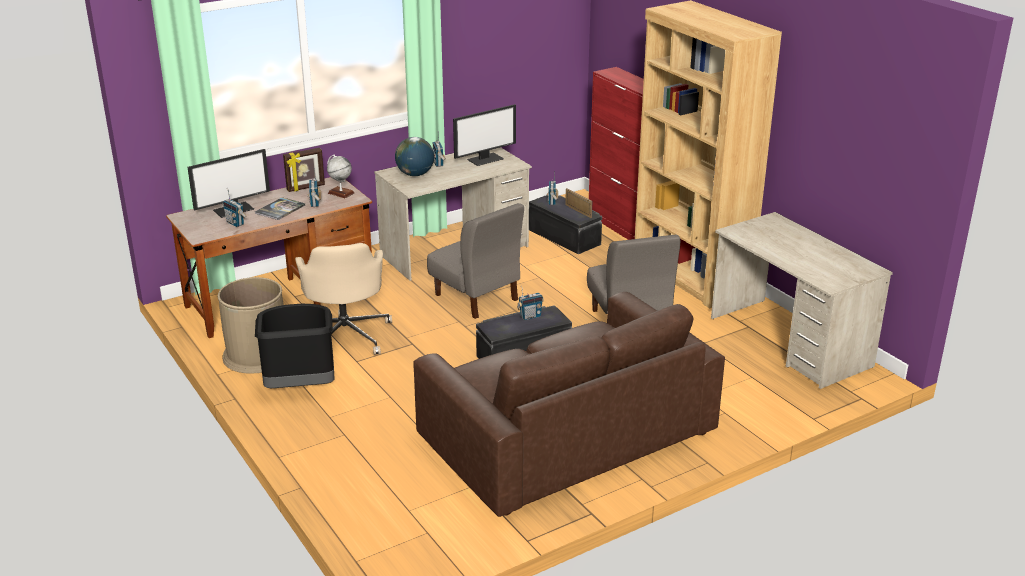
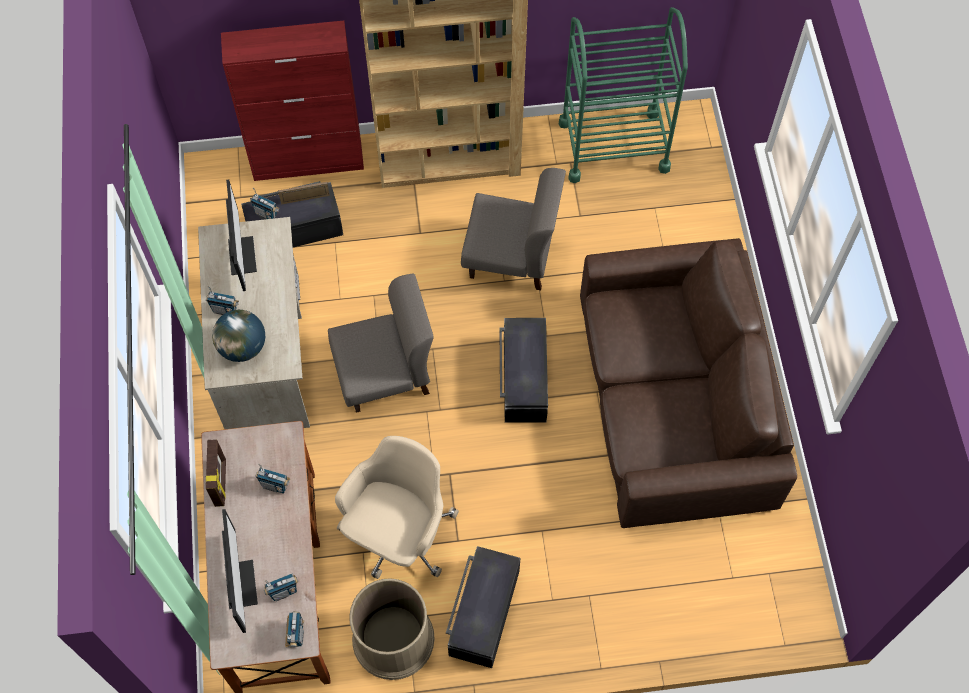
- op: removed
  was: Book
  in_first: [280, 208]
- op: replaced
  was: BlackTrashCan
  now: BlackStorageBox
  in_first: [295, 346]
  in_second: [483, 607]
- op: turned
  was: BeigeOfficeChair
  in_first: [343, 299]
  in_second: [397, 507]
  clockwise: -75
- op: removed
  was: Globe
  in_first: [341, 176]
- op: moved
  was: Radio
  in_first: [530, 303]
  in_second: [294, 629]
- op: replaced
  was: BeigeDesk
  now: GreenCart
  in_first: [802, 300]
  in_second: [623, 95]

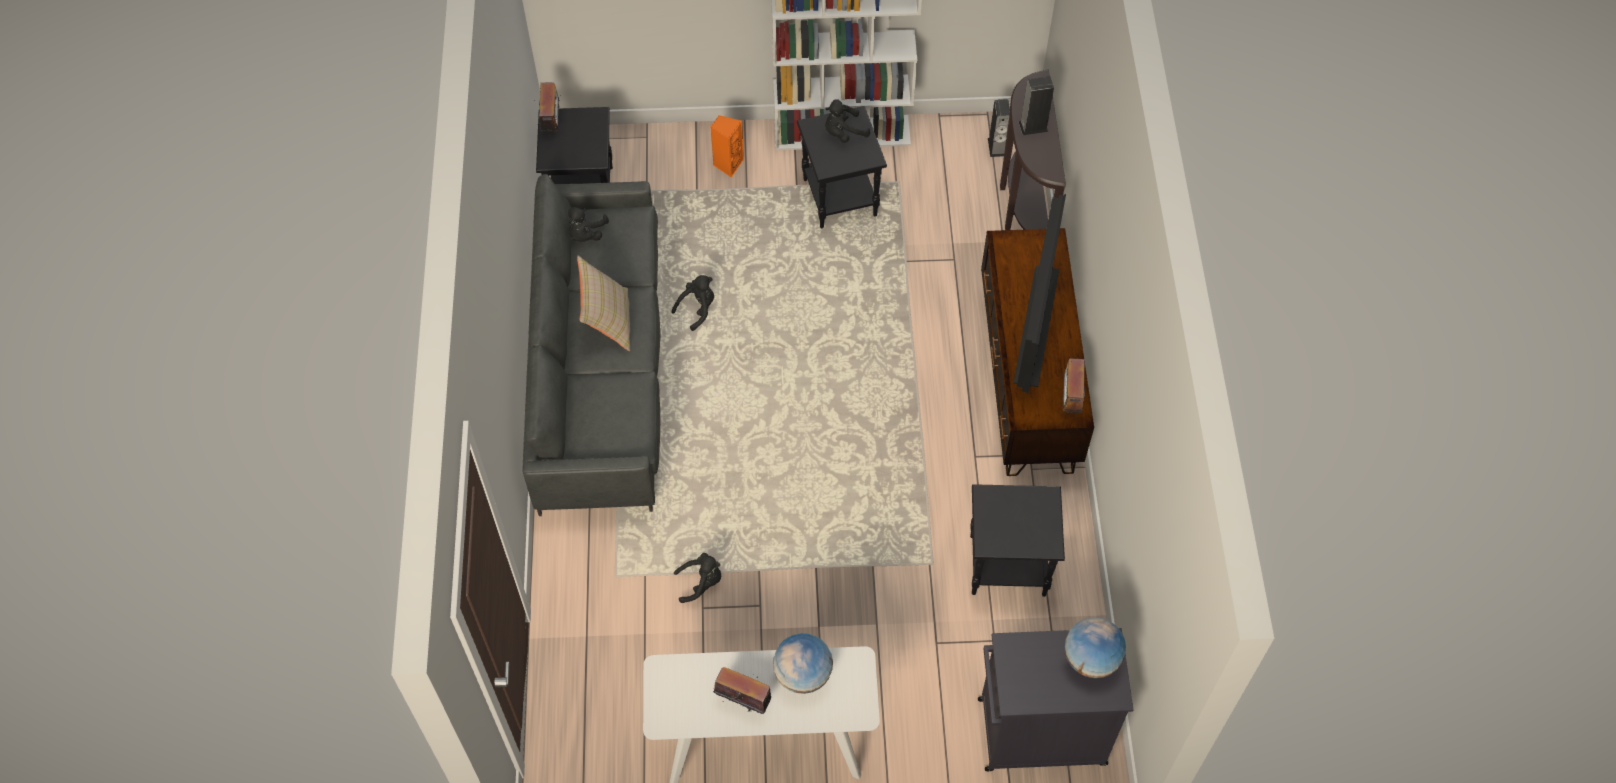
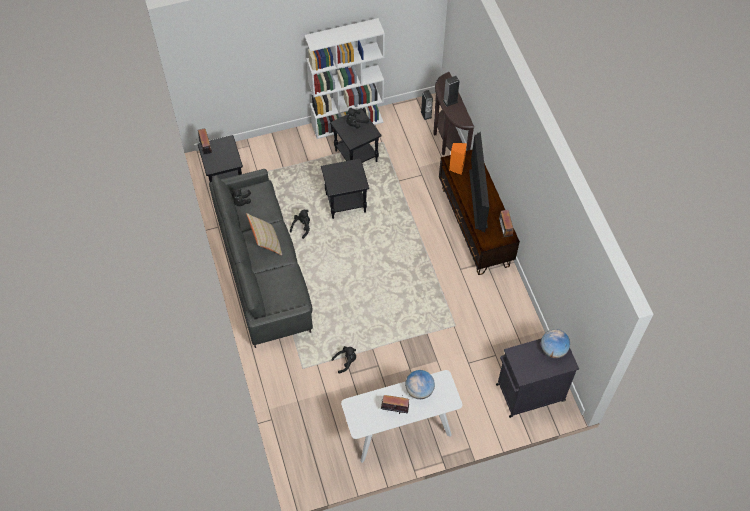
- op: moved
  was: OrangeSpeaker
  in_first: [727, 146]
  in_second: [458, 159]
- op: moved
  was: BlackSideTable
  in_first: [1017, 540]
  in_second: [345, 188]

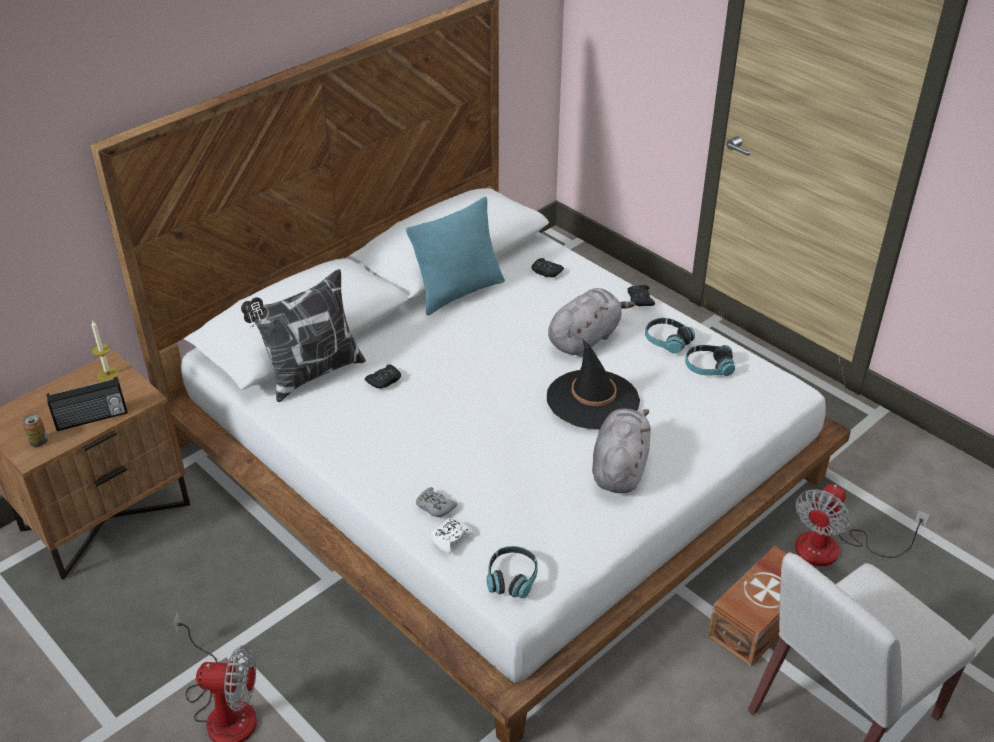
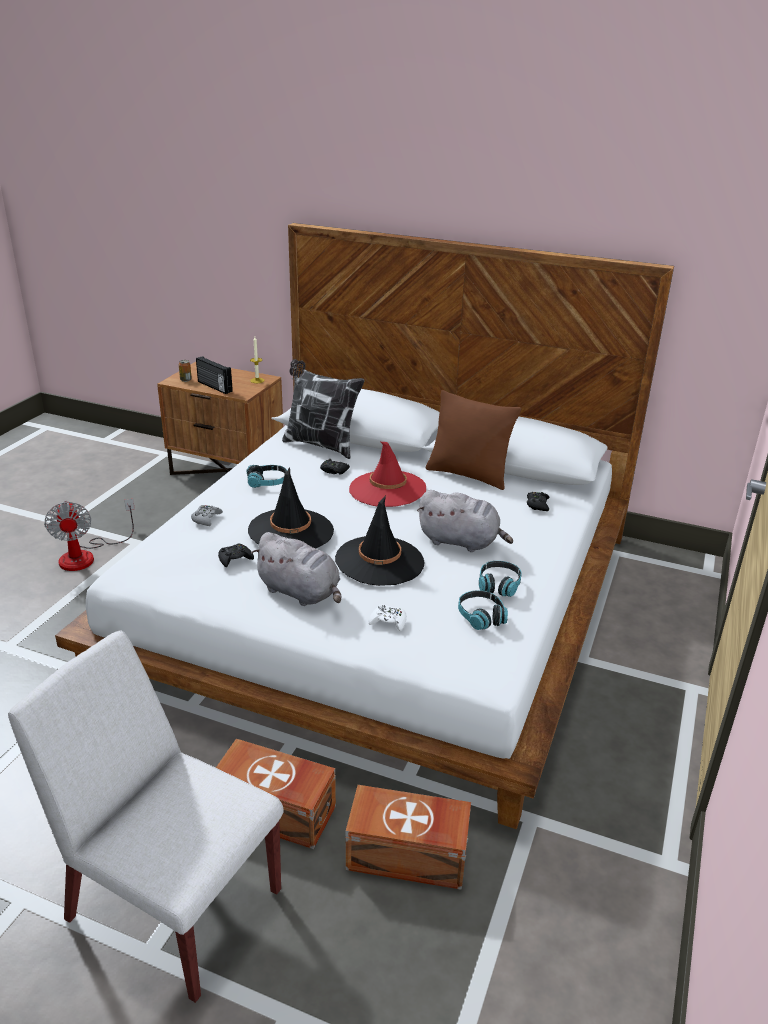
- op: recoloured
  was: TurquoisePillow
  now: BrownPillow
  in_first: [455, 256]
  in_second: [473, 440]
- op: moved
  was: WhiteGameController
  in_first: [452, 536]
  in_second: [387, 617]
- op: moved
  was: Headphones
  in_first: [512, 572]
  in_second: [267, 476]
- op: turned
  was: GreyPlushToy
  in_first: [621, 451]
  in_second: [296, 569]
  clockwise: 45
- op: moved
  was: BlackGameController
  in_first: [641, 295]
  in_second: [236, 555]
- op: replaced
  was: Fan
  now: BrownStorageBox
  in_first: [862, 525]
  in_second: [408, 837]
- op: added
  now: BlackHat
  in_second: [291, 508]
- op: added
  now: RedHat
  in_second: [387, 474]

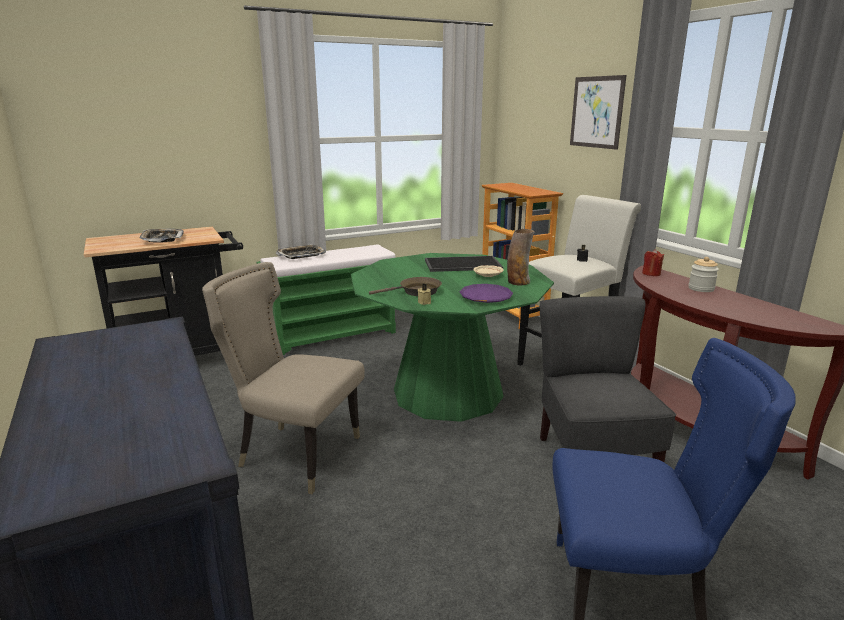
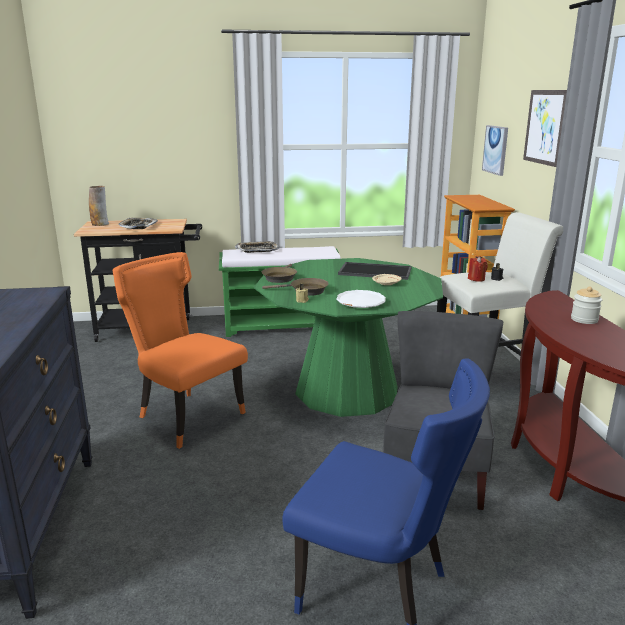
- op: recoloured
  was: BeigeChair
  now: OrangeChair
  in_first: [283, 378]
  in_second: [180, 350]
- op: recoloured
  was: PurplePlate
  now: WhitePlate
  in_first: [486, 293]
  in_second: [361, 299]
- op: moved
  was: Vase
  in_first: [521, 257]
  in_second: [99, 206]
- op: moved
  was: RedCandle
  in_first: [653, 262]
  in_second: [478, 269]
- op: added
  now: BrownFryingPan
  in_second: [279, 273]
- op: added
  now: Picture
  in_second: [495, 150]

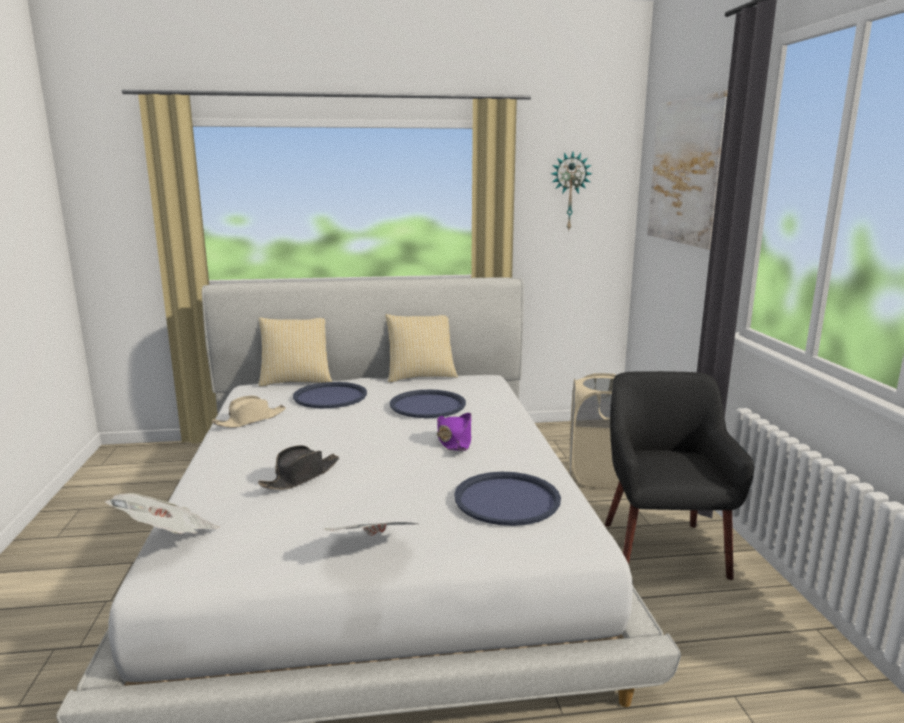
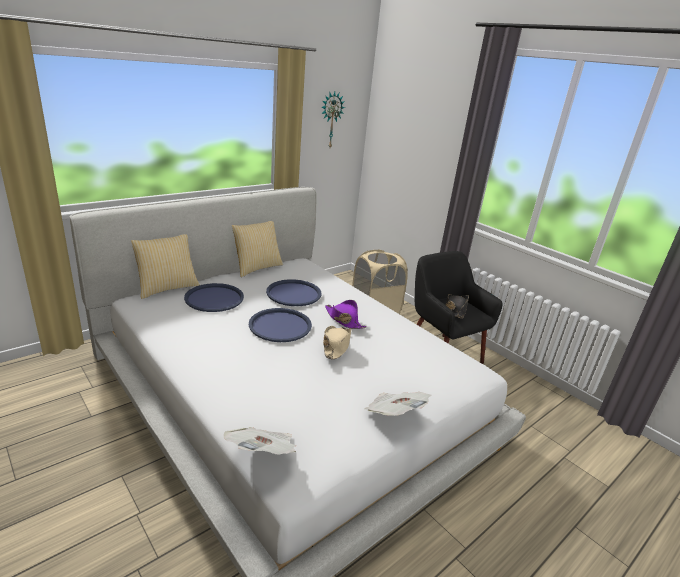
- op: moved
  was: BeigeHat
  in_first: [249, 412]
  in_second: [337, 342]
- op: moved
  was: BlackHat
  in_first: [298, 467]
  in_second: [457, 306]
- op: moved
  was: BlueTray
  in_first: [507, 499]
  in_second: [280, 325]
- op: removed
  was: Picture
  in_first: [687, 170]

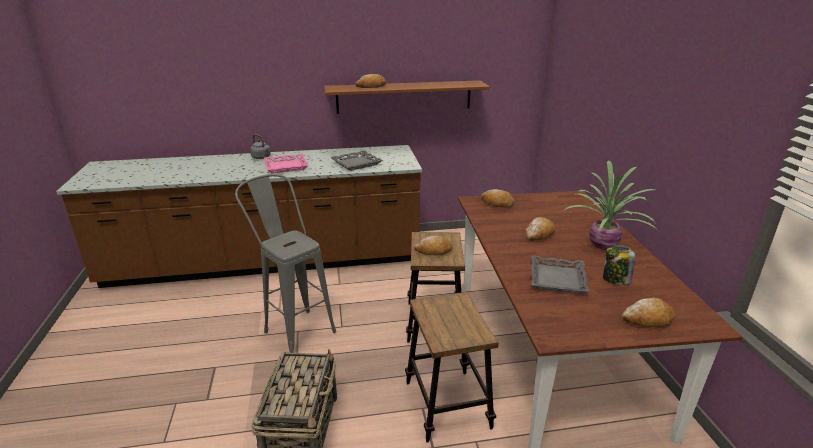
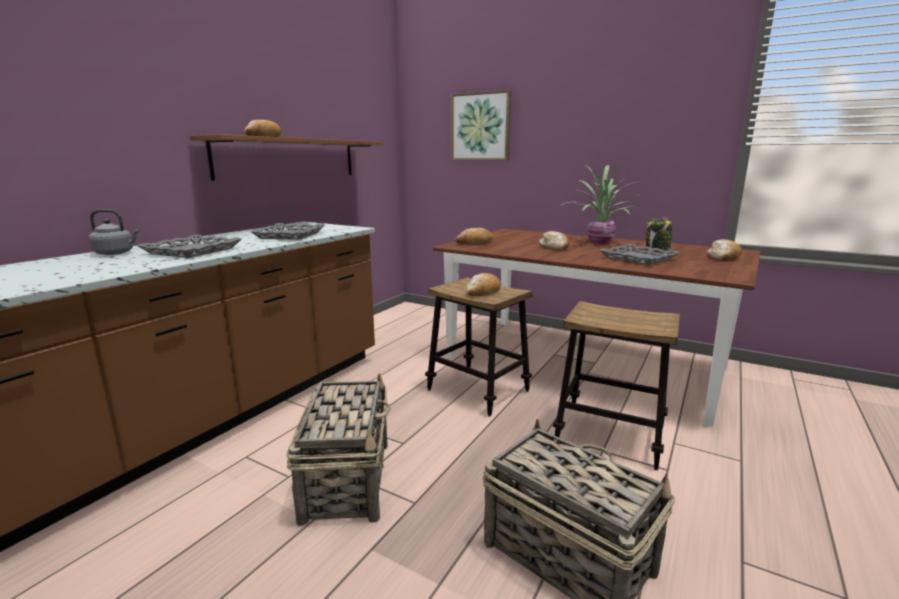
- op: replaced
  was: GreyStool
  now: Basket
  in_first: [285, 263]
  in_second: [338, 449]
- op: recoloured
  was: PinkTray
  now: GreyTray
  in_first: [286, 163]
  in_second: [189, 246]
- op: added
  now: Picture
  in_second: [481, 125]

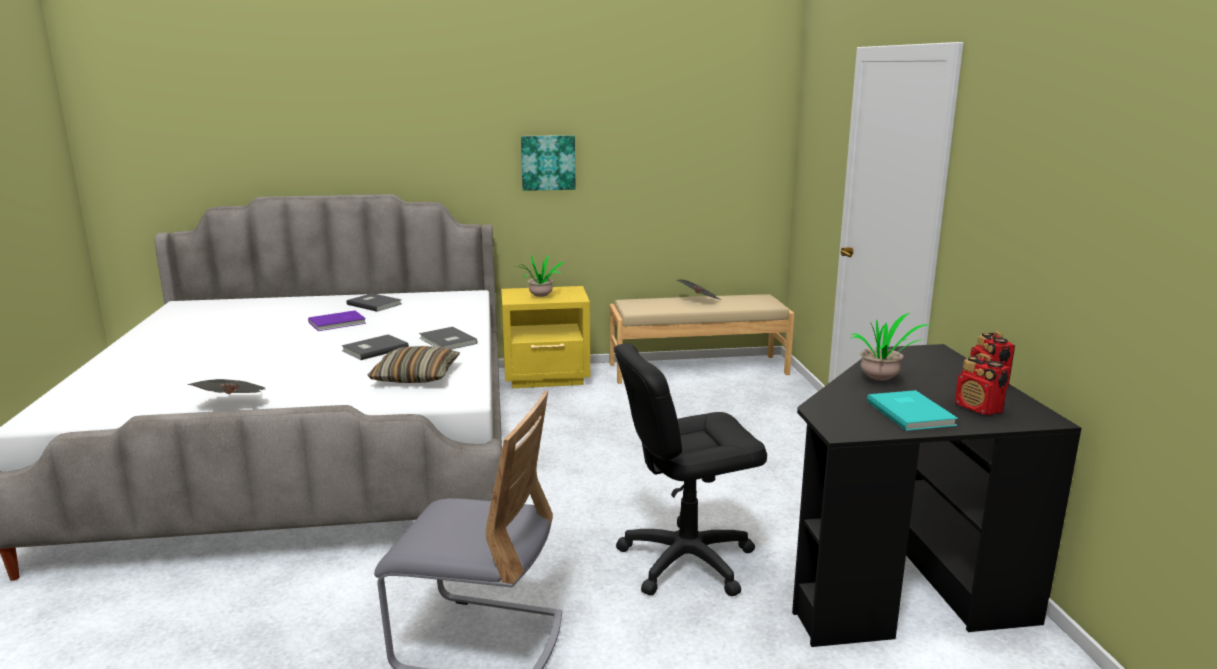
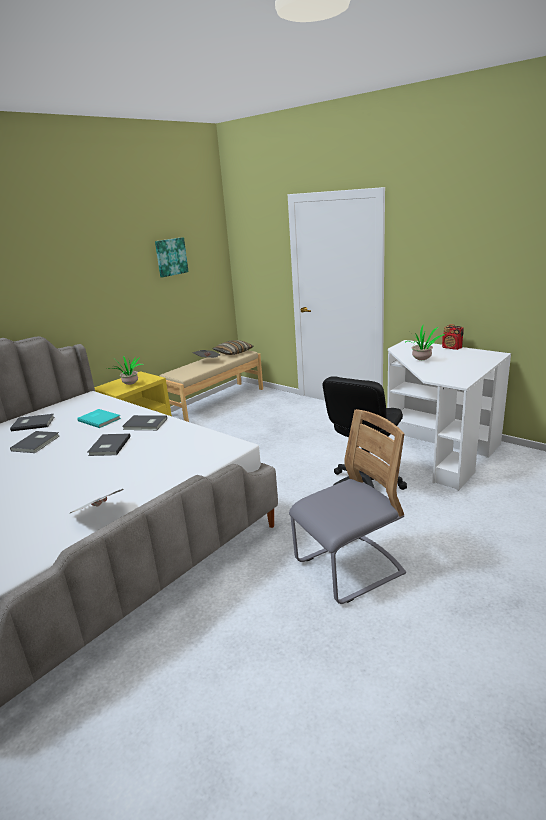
- op: recoloured
  was: PurpleBook
  now: GreyBook
  in_first: [337, 320]
  in_second: [34, 442]
- op: moved
  was: Pillow
  in_first: [414, 364]
  in_second: [233, 347]
- op: moved
  was: Picture
  in_first: [548, 163]
  in_second: [172, 257]
- op: recoloured
  was: BlackDesk
  now: WhiteDesk
  in_first: [936, 495]
  in_second: [449, 415]
- op: moved
  was: TurquoiseBook
  in_first: [912, 410]
  in_second: [99, 418]
- op: removed
  was: Radio
  in_first: [982, 384]

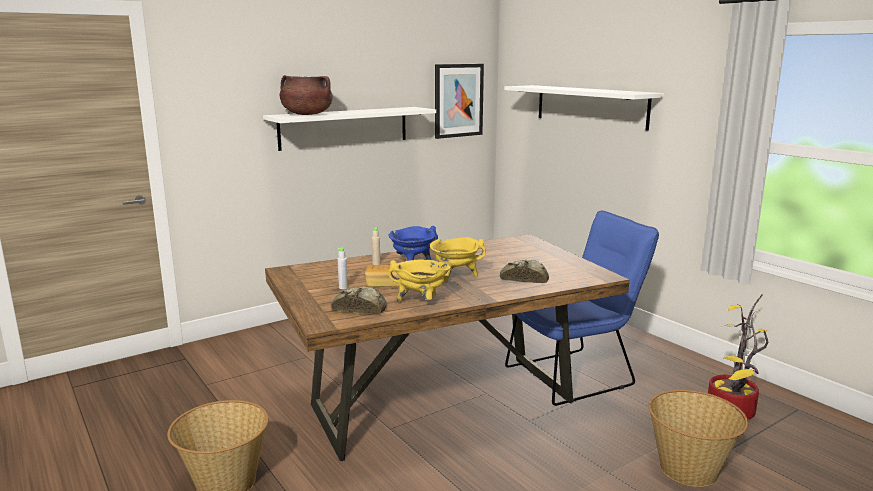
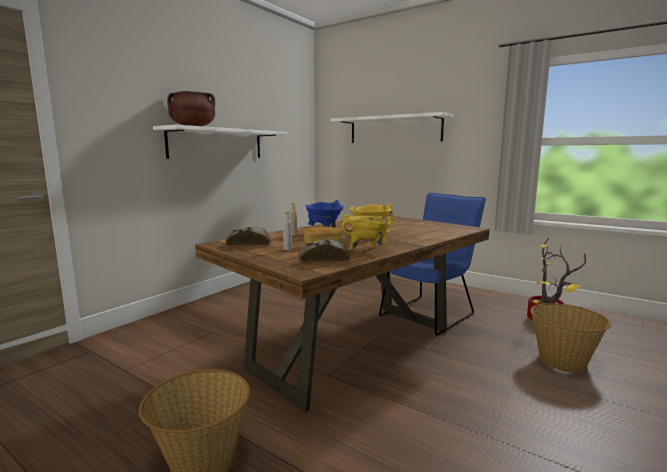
- op: removed
  was: Picture
  in_first: [459, 101]
- op: moved
  was: Bread
  in_first: [524, 271]
  in_second: [248, 236]

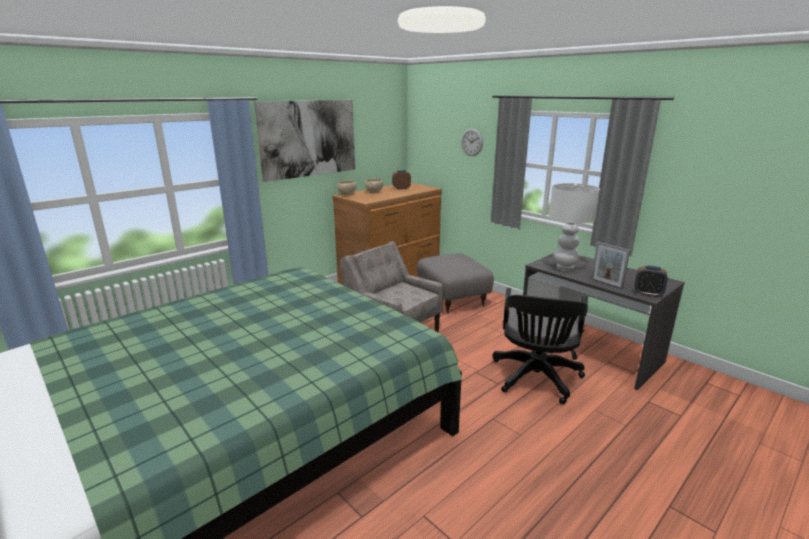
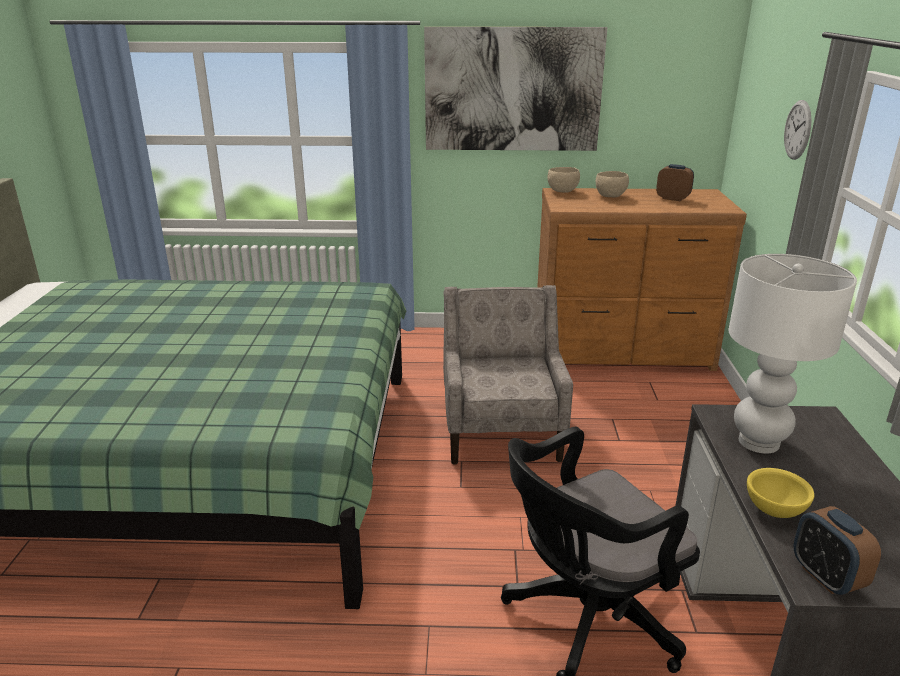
- op: removed
  was: GreyOttoman
  in_first: [455, 283]
- op: replaced
  was: PictureFrame
  now: YellowBowl
  in_first: [610, 265]
  in_second: [781, 493]

